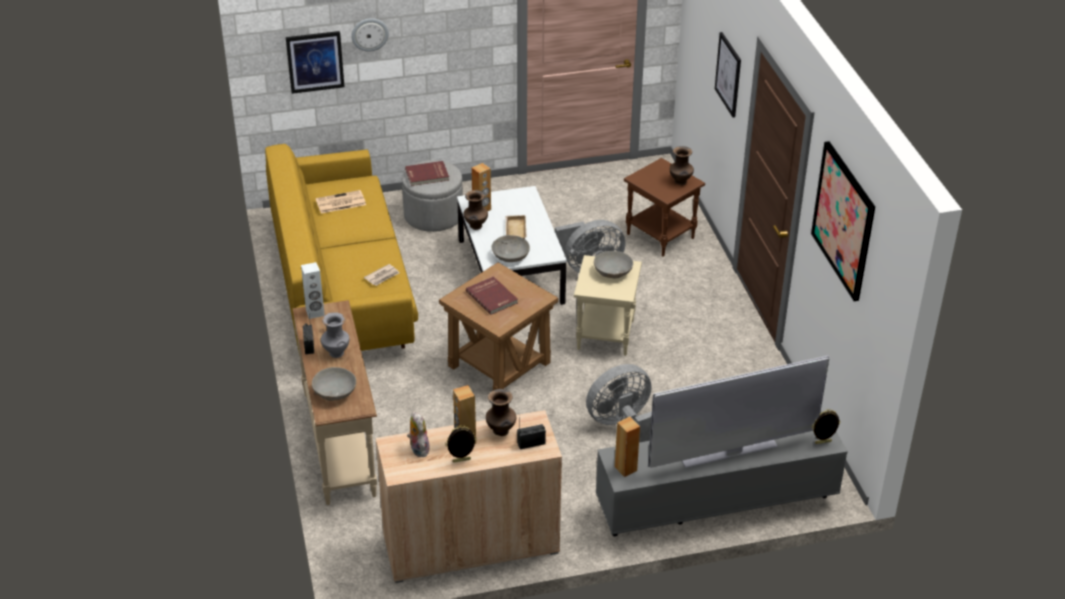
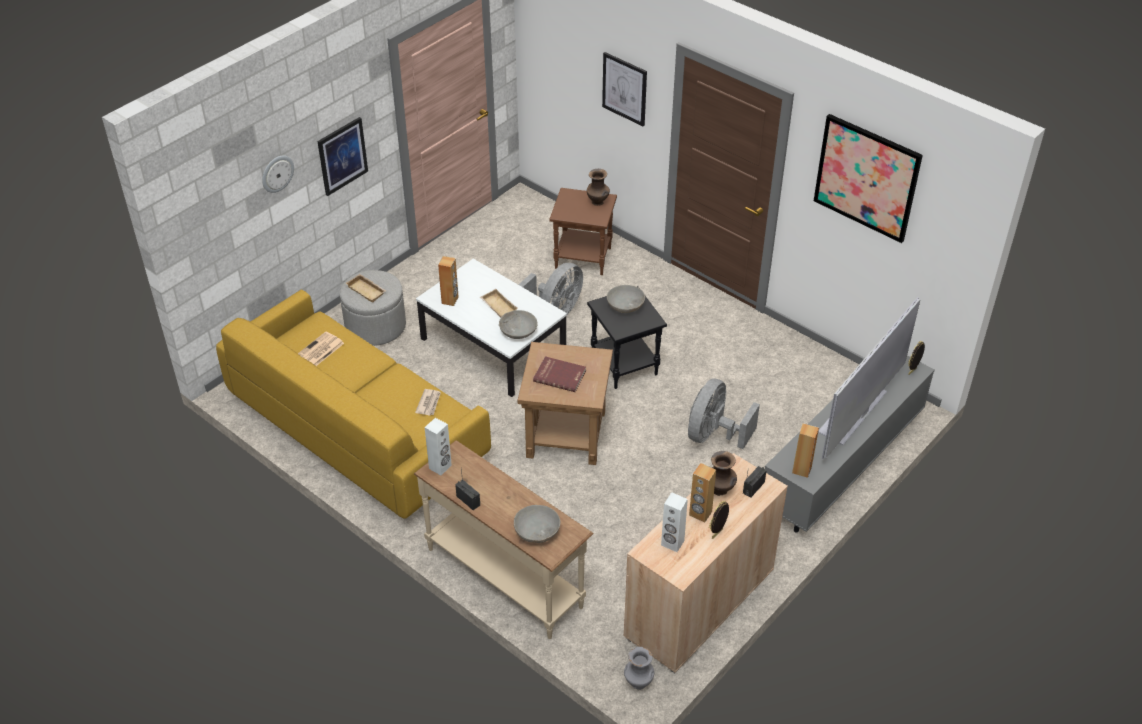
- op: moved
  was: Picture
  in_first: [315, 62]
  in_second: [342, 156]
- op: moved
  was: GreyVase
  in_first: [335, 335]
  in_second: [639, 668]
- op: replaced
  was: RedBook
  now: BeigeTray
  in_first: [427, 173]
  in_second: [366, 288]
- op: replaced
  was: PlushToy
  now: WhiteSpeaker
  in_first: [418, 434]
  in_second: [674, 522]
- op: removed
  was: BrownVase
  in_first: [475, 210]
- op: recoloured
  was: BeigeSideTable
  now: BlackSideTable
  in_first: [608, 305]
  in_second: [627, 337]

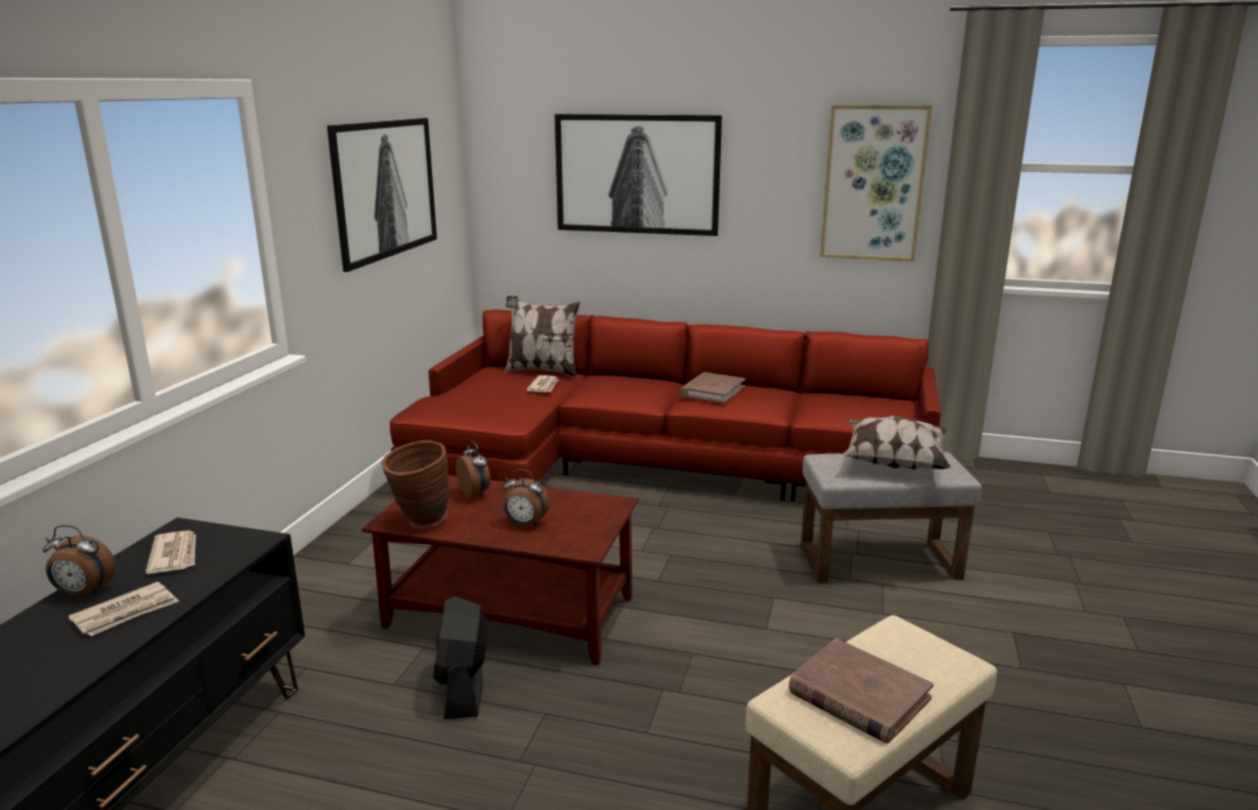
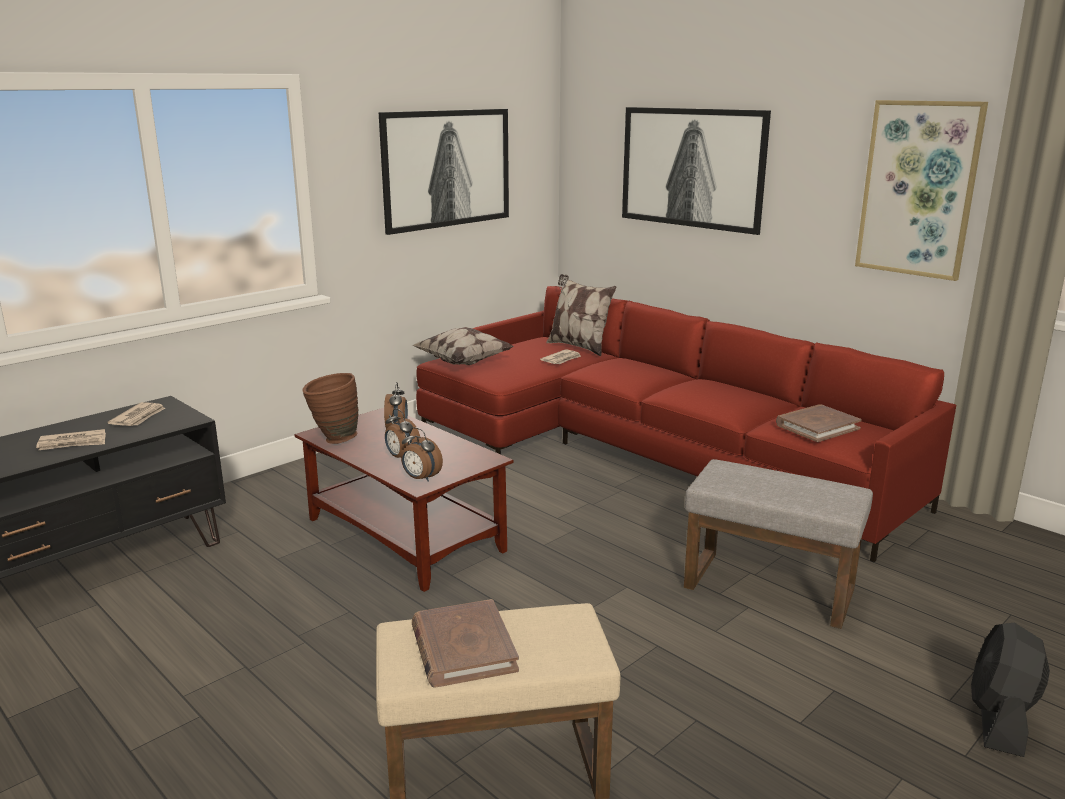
- op: moved
  was: AlarmClock
  in_first: [79, 560]
  in_second: [422, 454]
- op: moved
  was: BlackFan
  in_first: [461, 657]
  in_second: [1010, 690]
- op: moved
  was: BrownBook
  in_first: [713, 388]
  in_second: [819, 423]
- op: moved
  was: Pillow
  in_first: [896, 443]
  in_second: [463, 346]

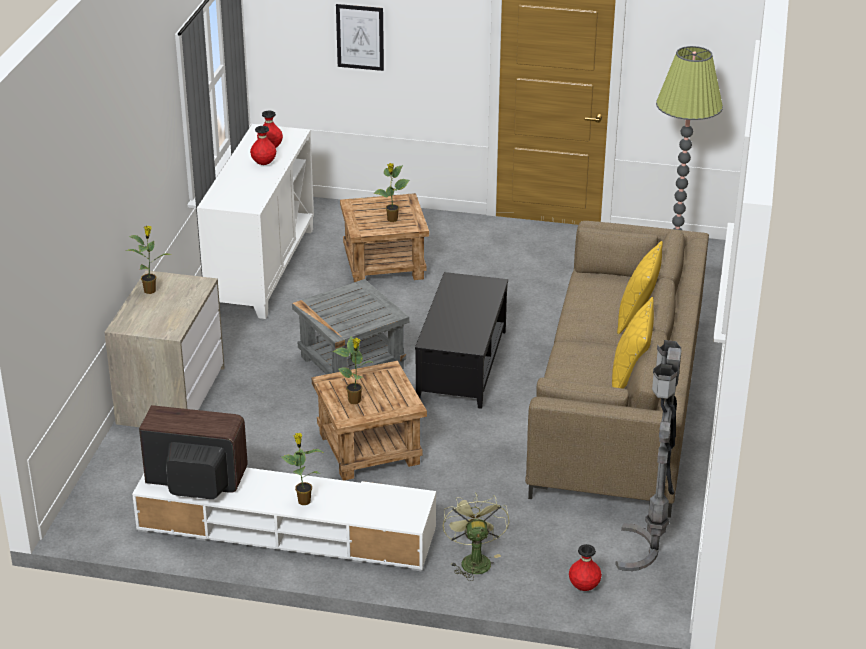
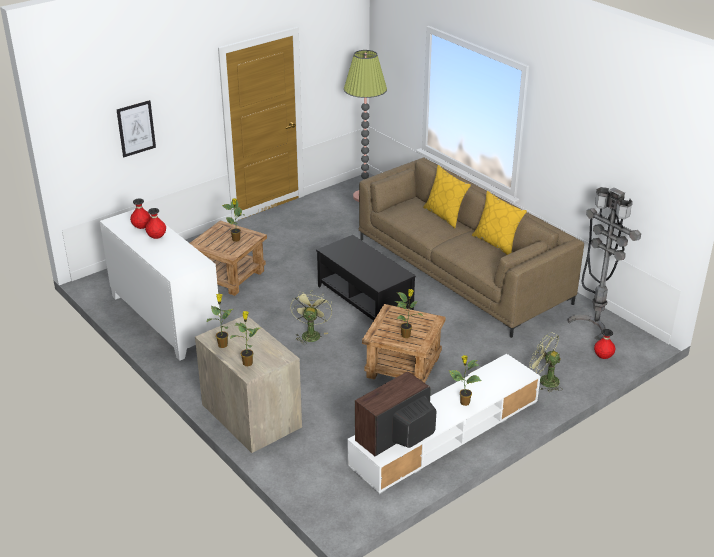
- op: replaced
  was: GreySideTable
  now: GreenFan
  in_first: [350, 326]
  in_second: [311, 318]
- op: added
  now: PottedPlant
  in_second: [245, 338]

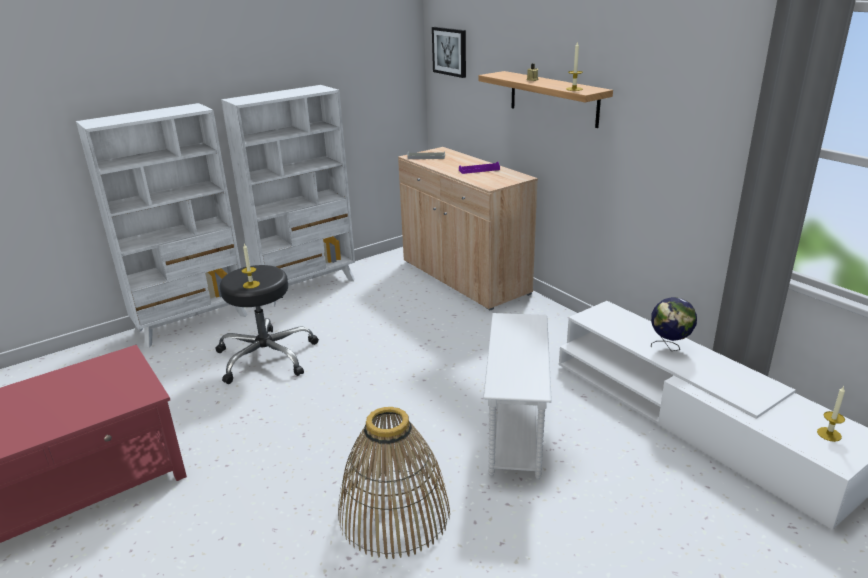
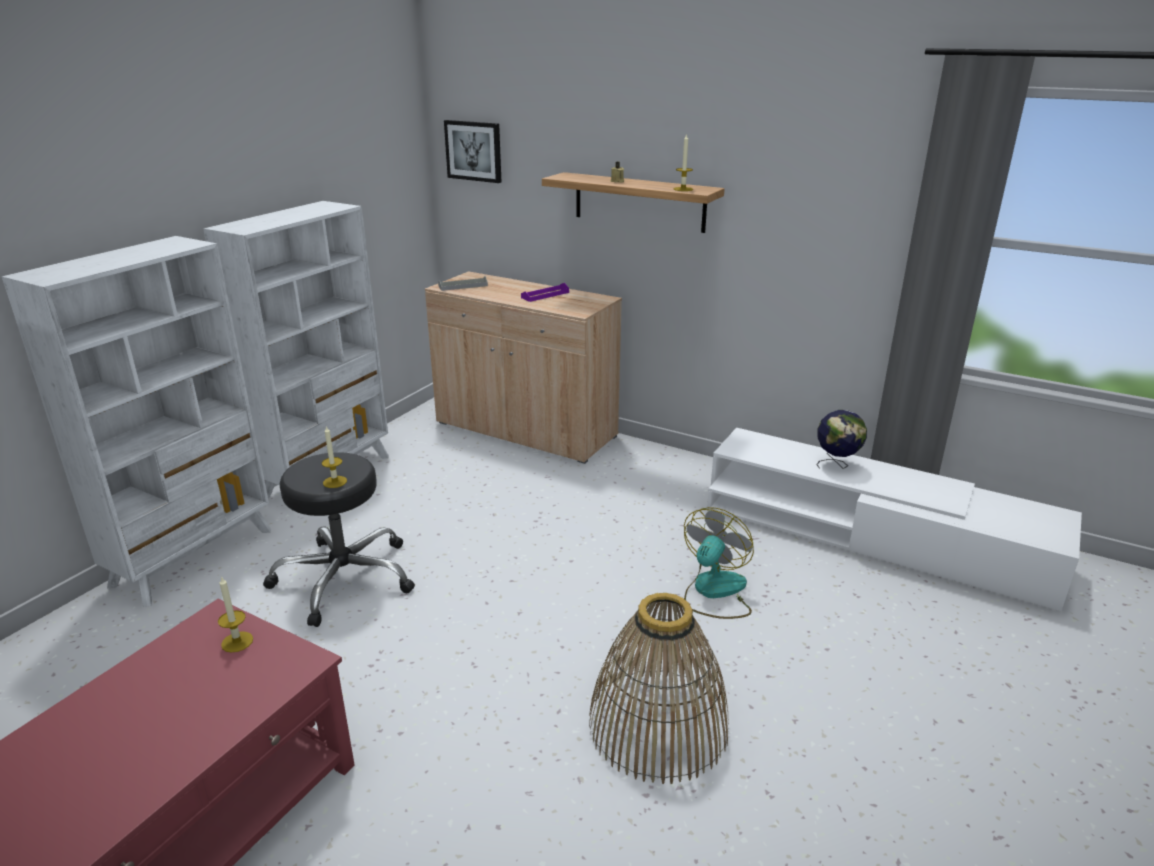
- op: replaced
  was: WhiteSideTable
  now: Fan
  in_first: [517, 396]
  in_second: [719, 563]
- op: moved
  was: Candle
  in_first: [831, 414]
  in_second: [235, 614]

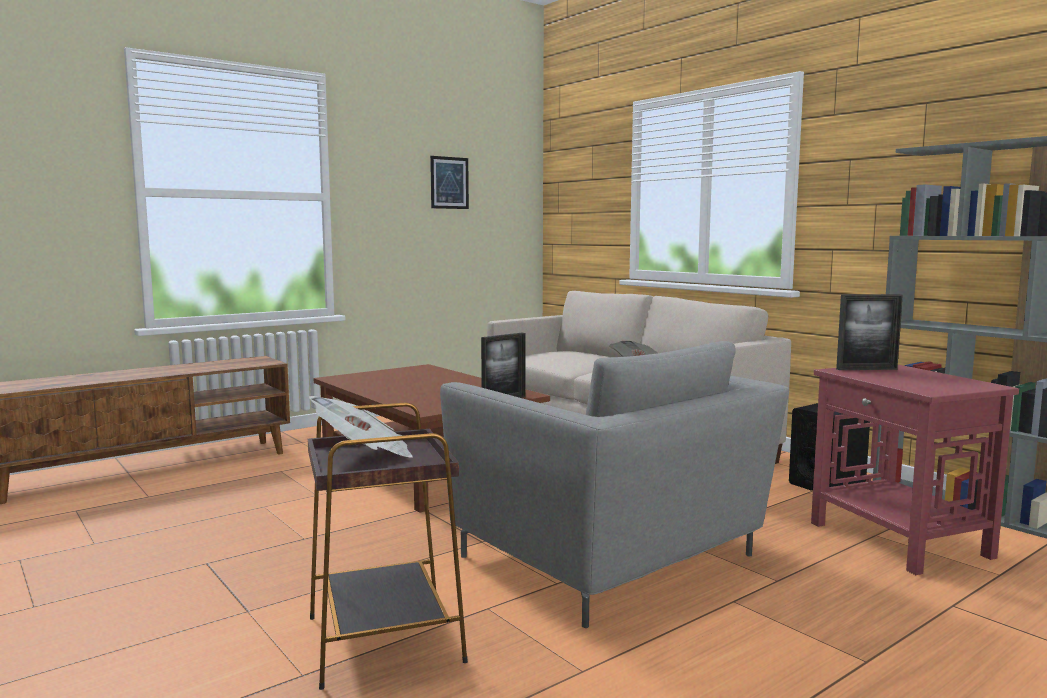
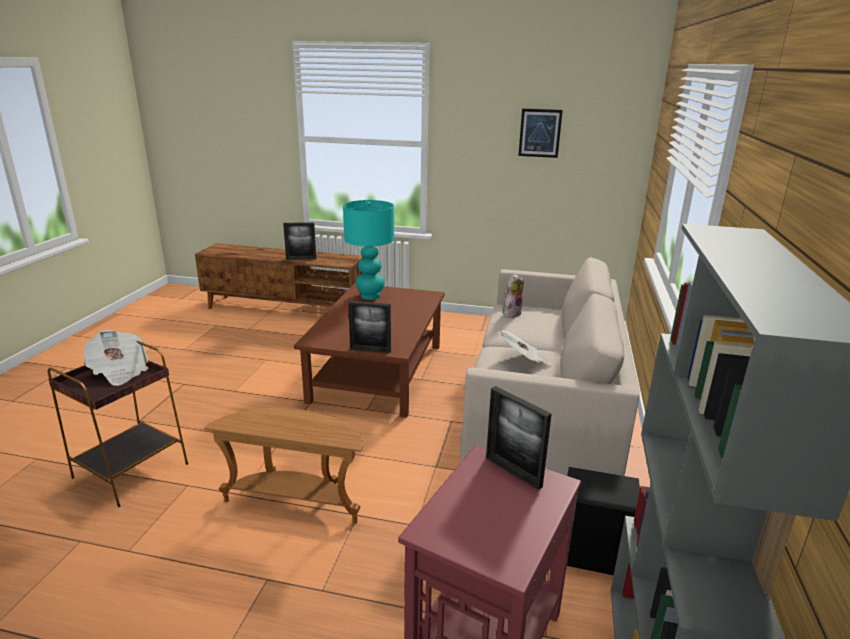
- op: replaced
  was: GreyArmchair
  now: BrownSideTable
  in_first: [614, 484]
  in_second: [283, 466]
- op: added
  now: PictureFrame
  in_second: [299, 241]
- op: added
  now: TurquoiseTableLamp
  in_second: [368, 250]
- op: added
  now: PlushToy
  in_second: [513, 296]

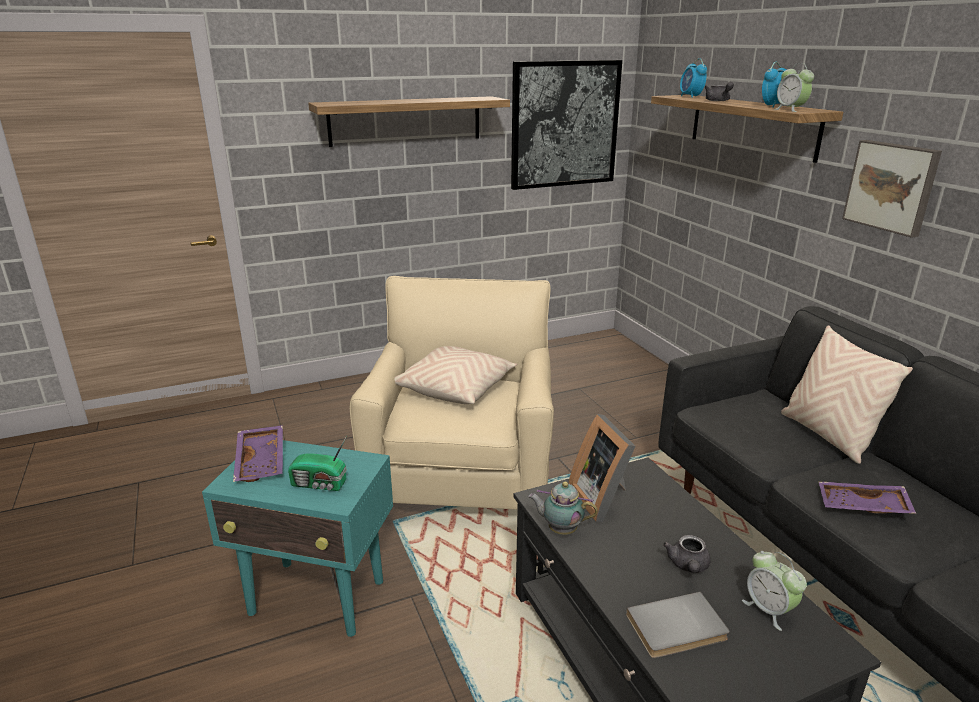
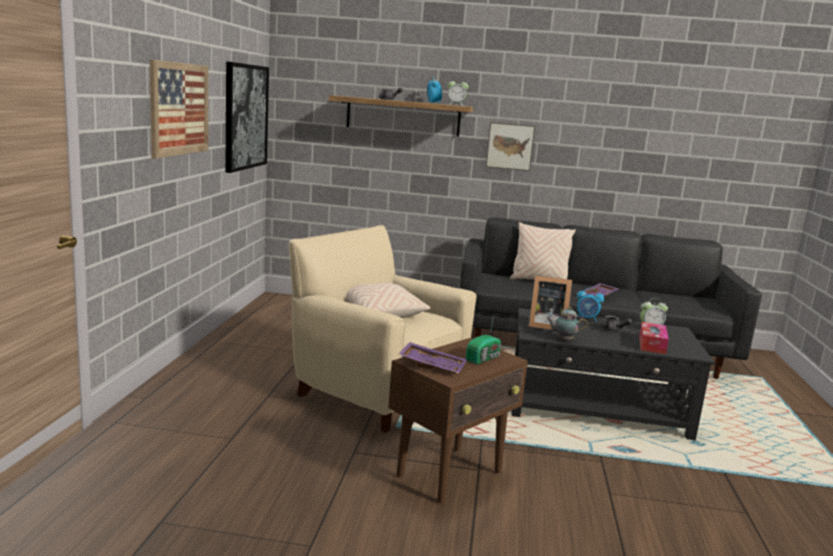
- op: recoloured
  was: TurquoiseSideTable
  now: BrownSideTable
  in_first: [297, 538]
  in_second: [458, 421]
- op: replaced
  was: Shelf
  now: Picture
  in_first: [409, 121]
  in_second: [179, 109]
- op: turned
  was: Teapot
  in_first: [563, 508]
  in_second: [567, 324]
  clockwise: 45
- op: replaced
  was: GreyBook
  now: TissueBox
  in_first: [677, 625]
  in_second: [654, 338]
- op: moved
  was: AlarmClock
  in_first: [693, 78]
  in_second: [590, 304]

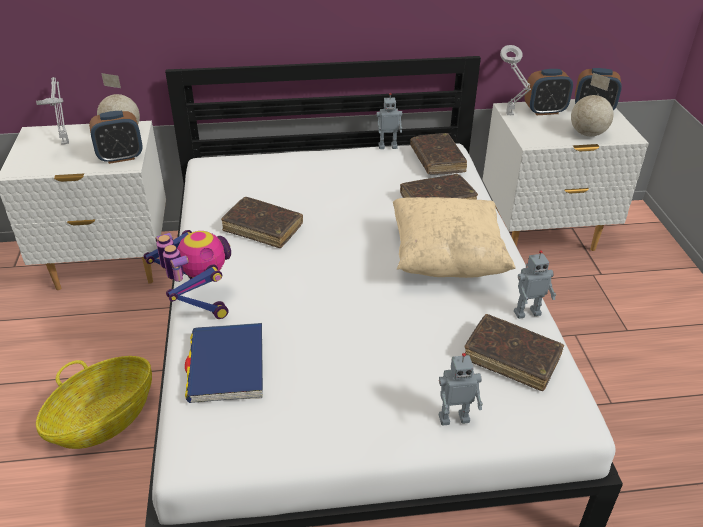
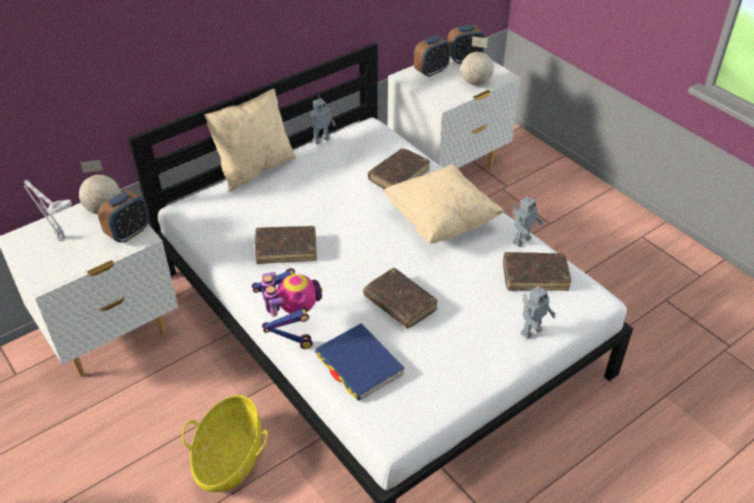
- op: turned
  was: ToyRobot
  in_first: [187, 274]
  in_second: [287, 308]
  clockwise: 45
- op: moved
  was: BrownBook
  in_first: [438, 154]
  in_second: [400, 298]
- op: removed
  was: GreyTableLamp
  in_first: [515, 80]
- op: added
  now: BeigePillow
  in_second: [250, 140]

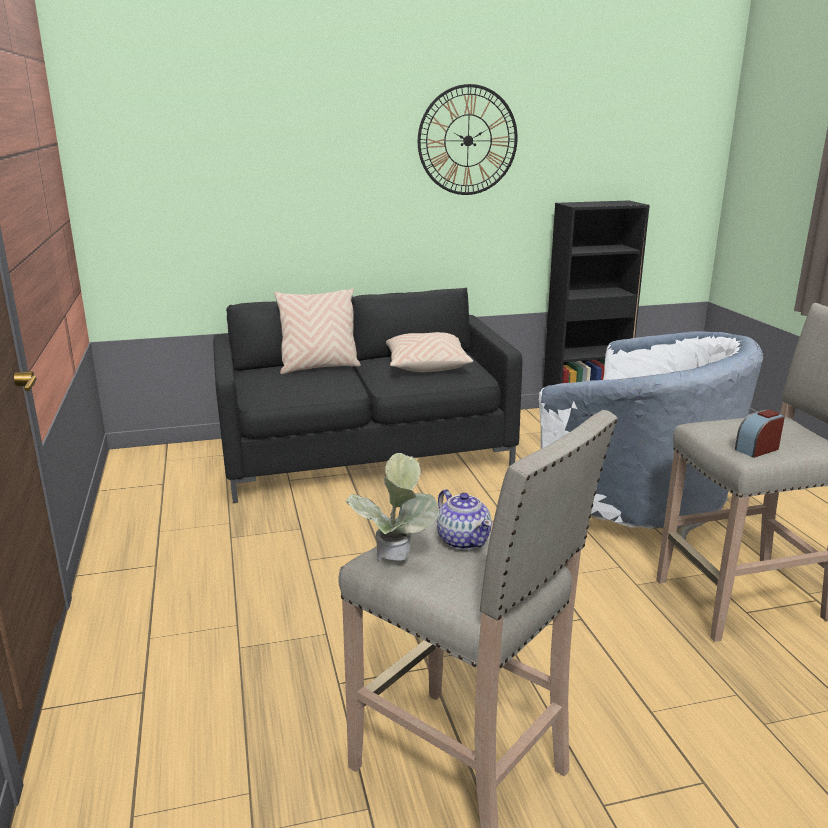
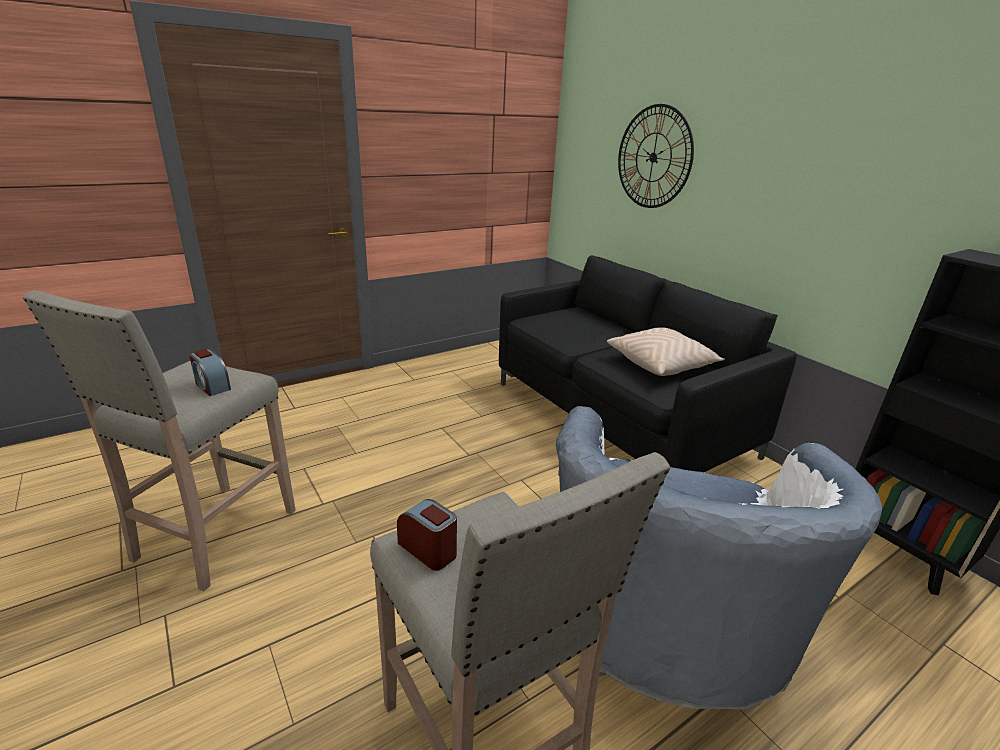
- op: removed
  was: BeigePillow
  in_first: [317, 331]
- op: removed
  was: PottedPlant
  in_first: [392, 507]
- op: moved
  was: WallClock
  in_first: [467, 139]
  in_second: [656, 156]
- op: replaced
  was: Teapot
  now: AlarmClock
  in_first: [464, 519]
  in_second: [210, 372]

